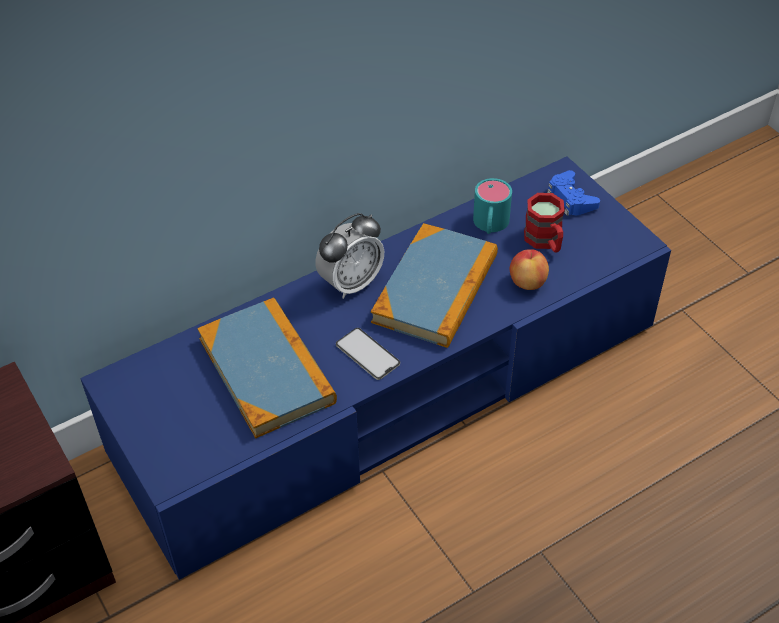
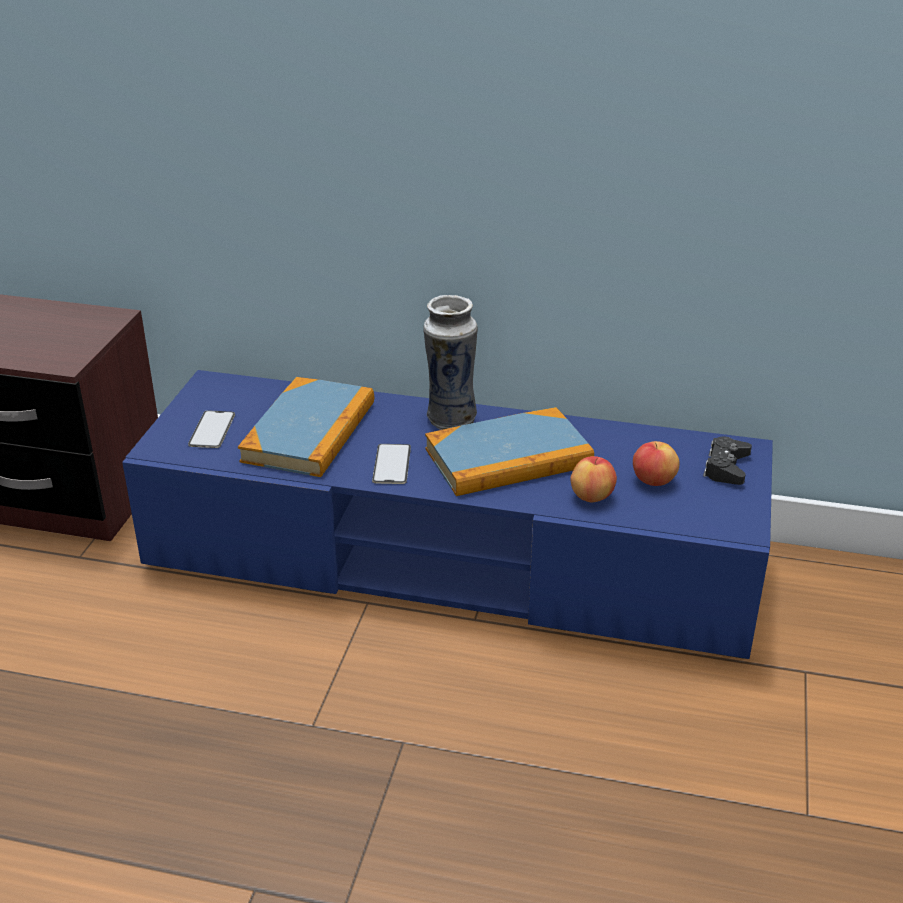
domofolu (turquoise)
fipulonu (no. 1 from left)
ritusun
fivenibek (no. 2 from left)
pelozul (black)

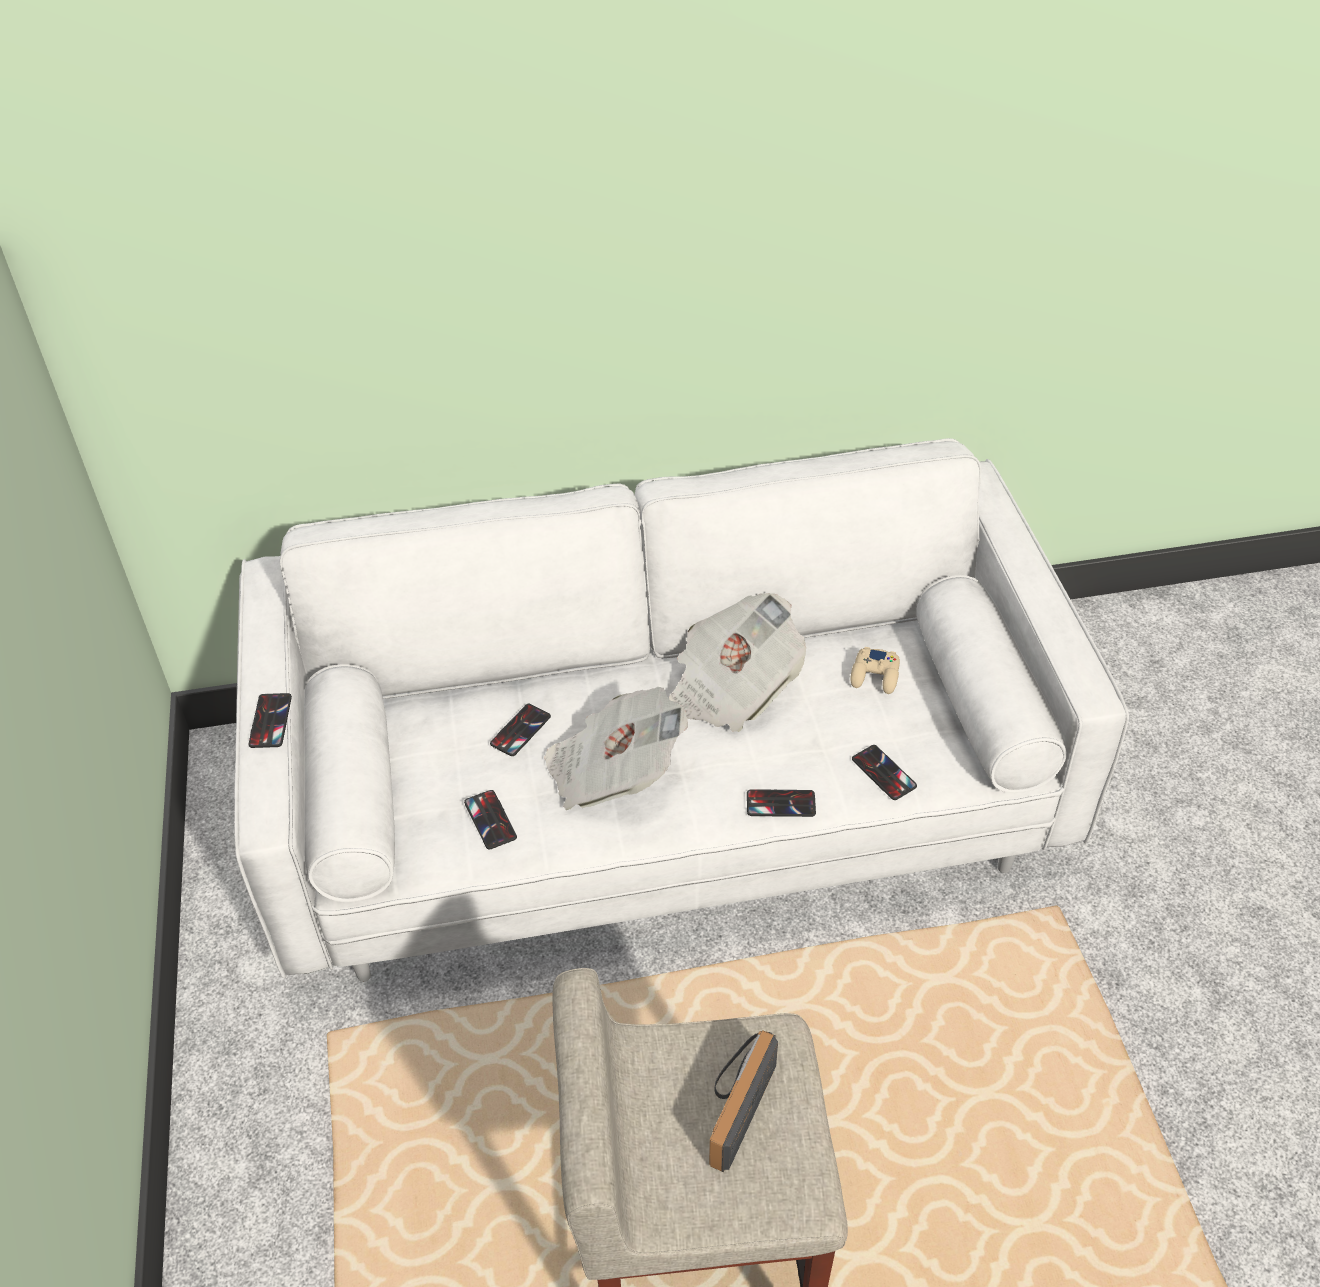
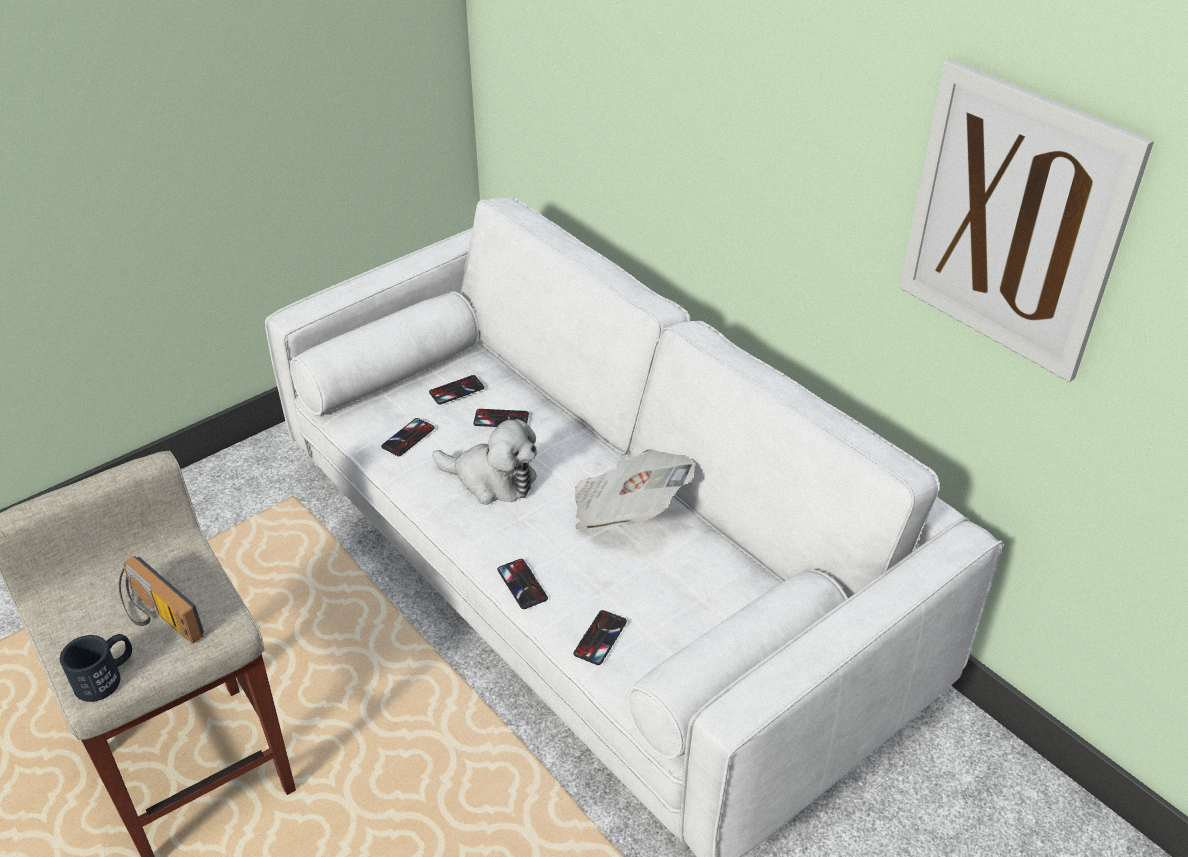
pelozul (beige)
domofolu (black)
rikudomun
fipulonu (no. 2 from left)
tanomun
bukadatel

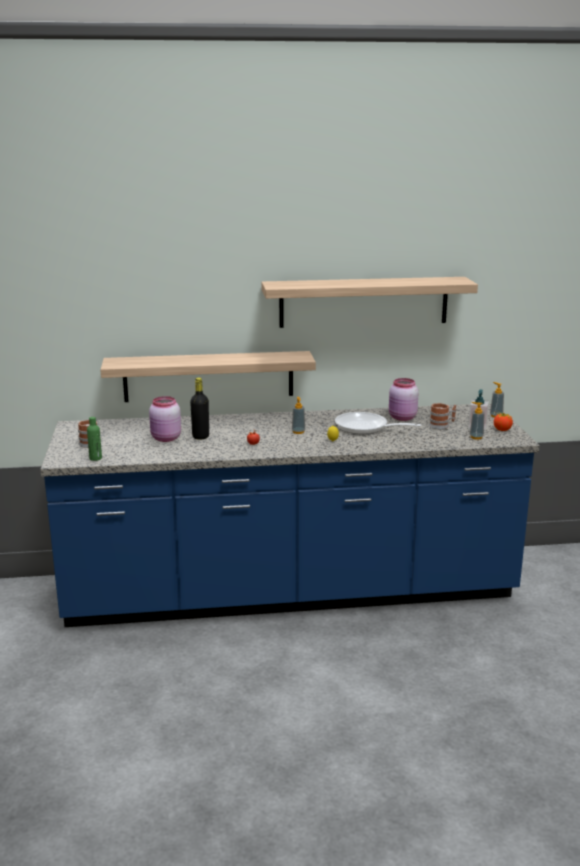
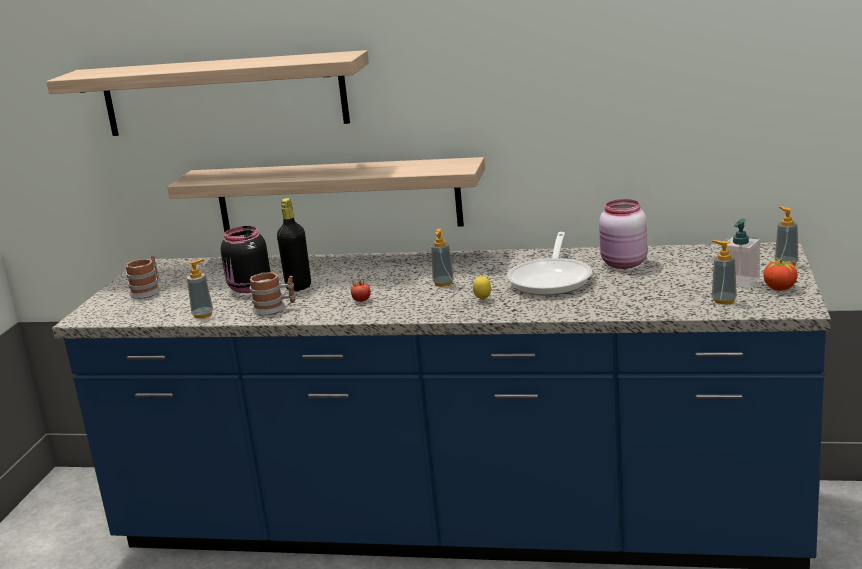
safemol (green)
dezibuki (no. 1 from left)
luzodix (no. 1 from left)
domofolu (no. 2 from left)
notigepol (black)
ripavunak

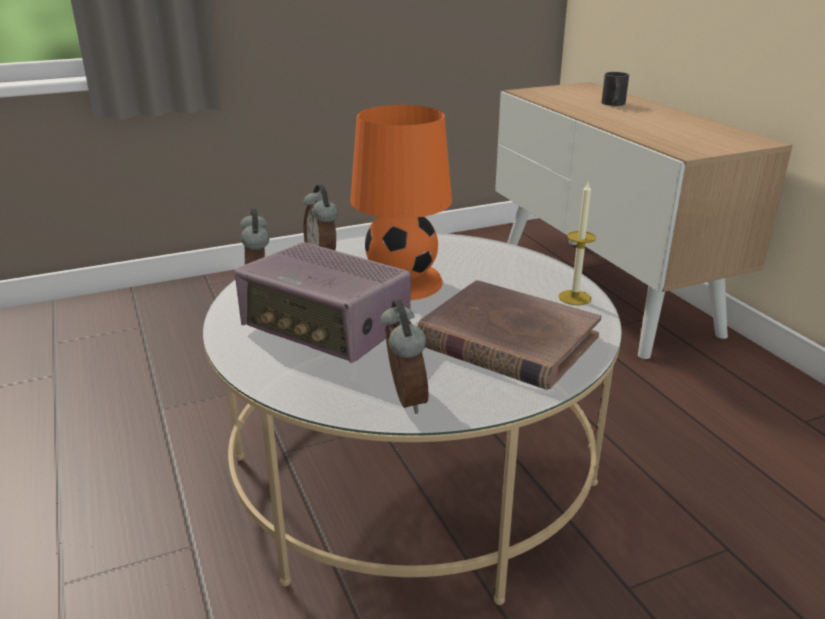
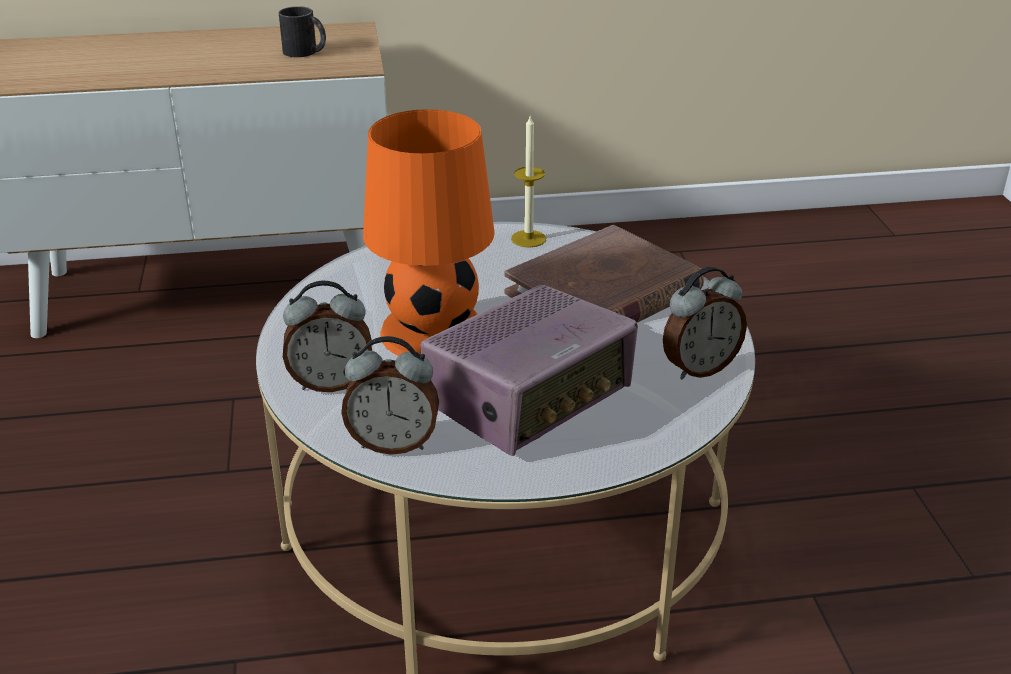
domofolu (black)
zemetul (no. 3 from left)

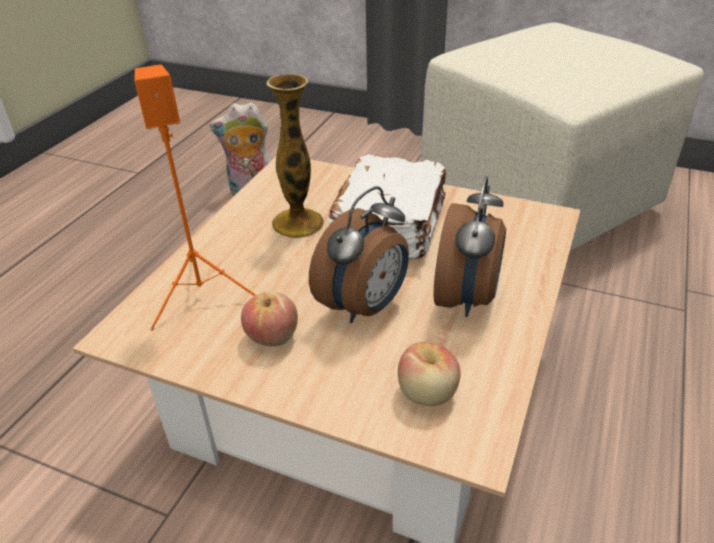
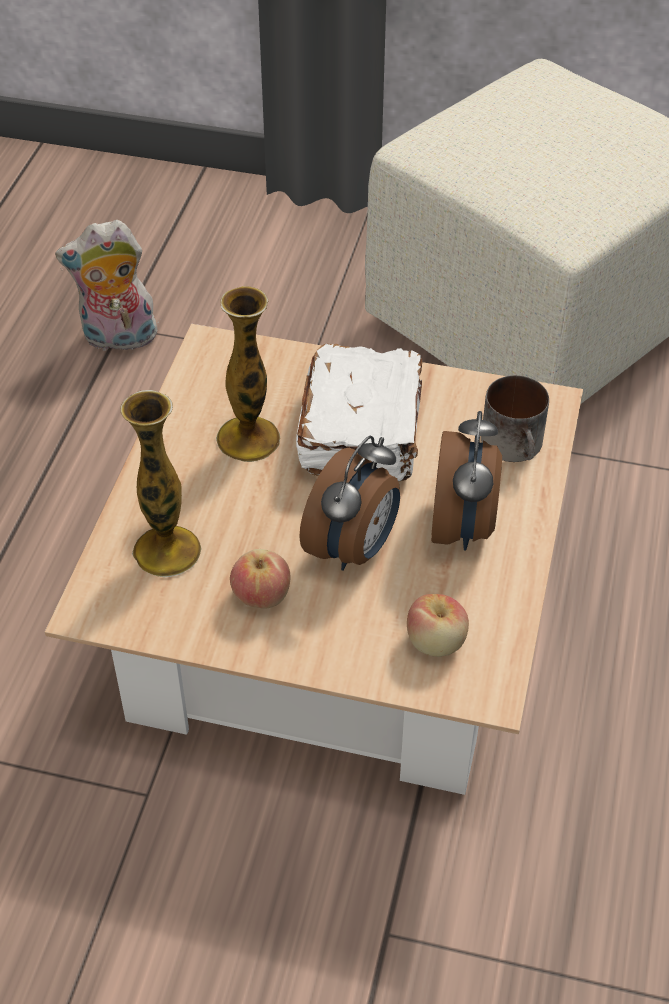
domofolu
ritusun (no. 1 from left)

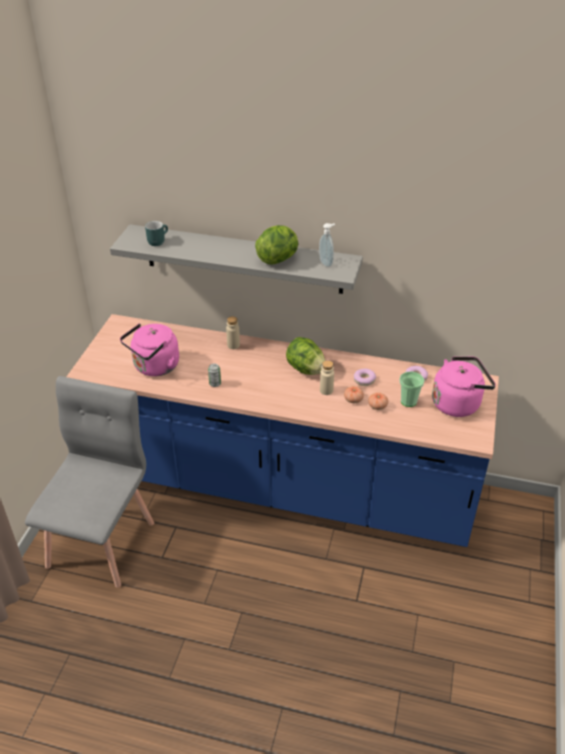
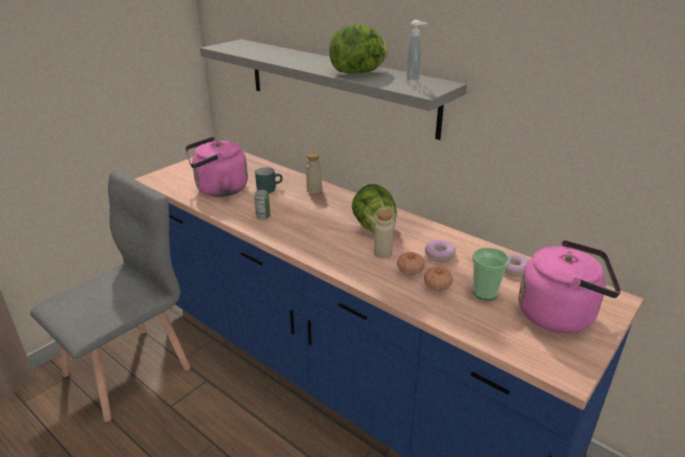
domofolu (turquoise)

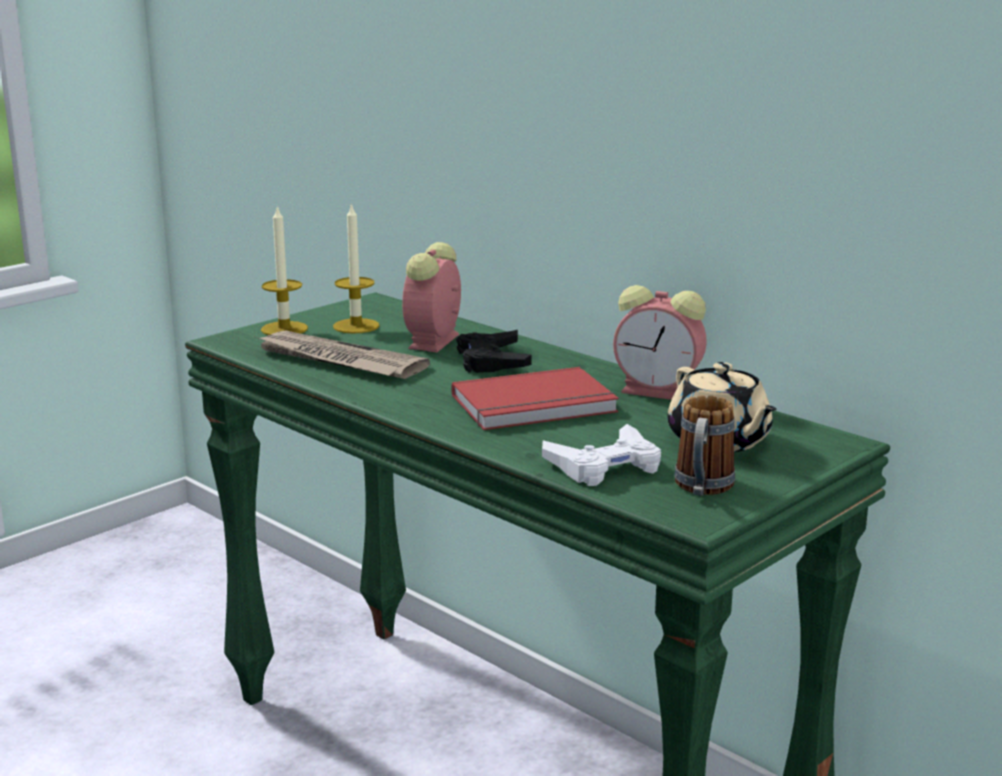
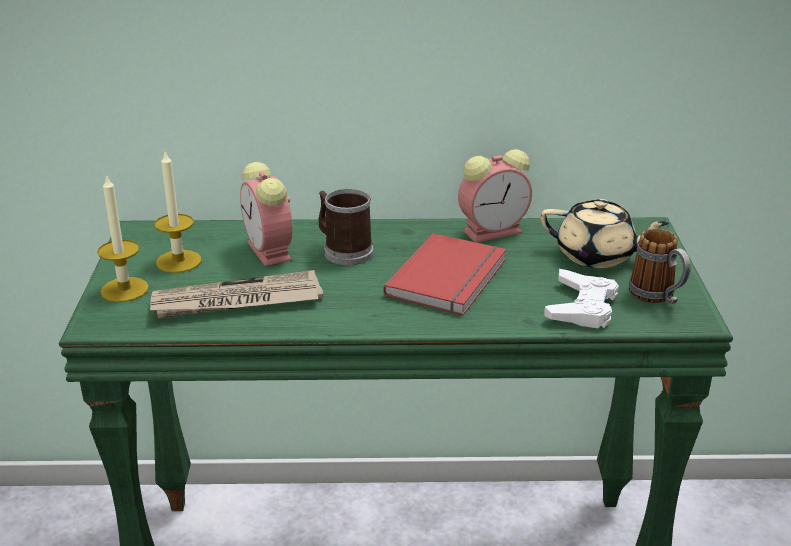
domofolu (no. 1 from left)

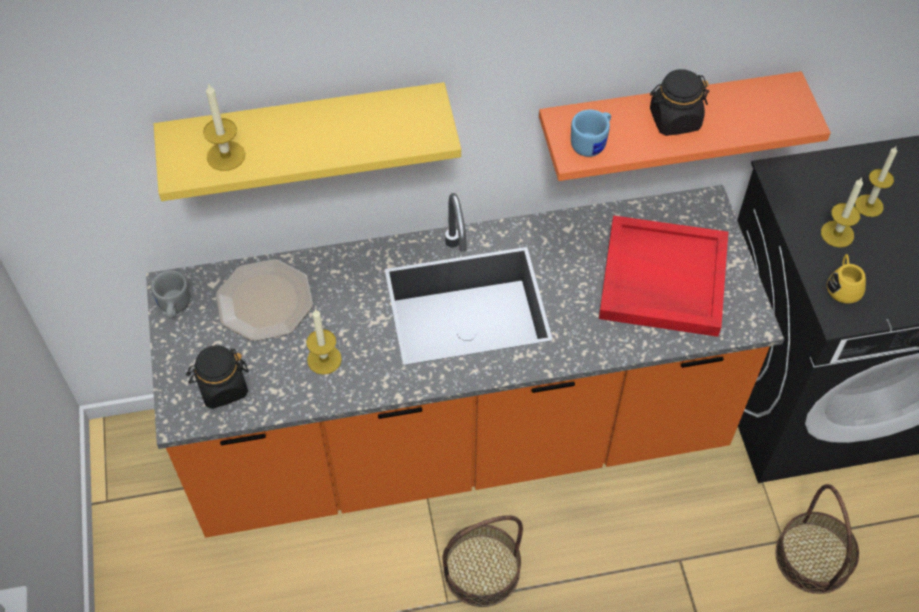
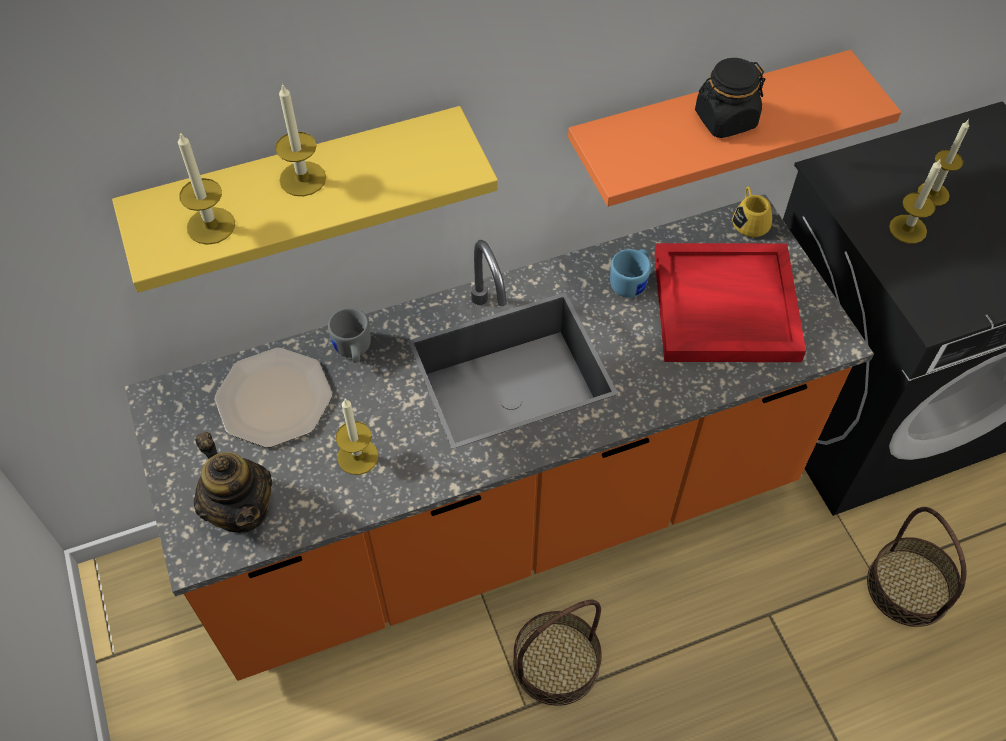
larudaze (no. 2 from left)
domofolu (grey)
domofolu (blue)
domofolu (yellow)
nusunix

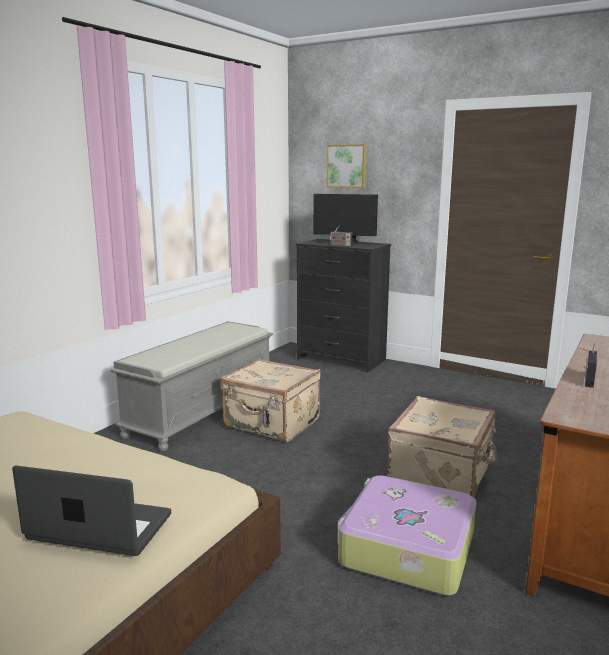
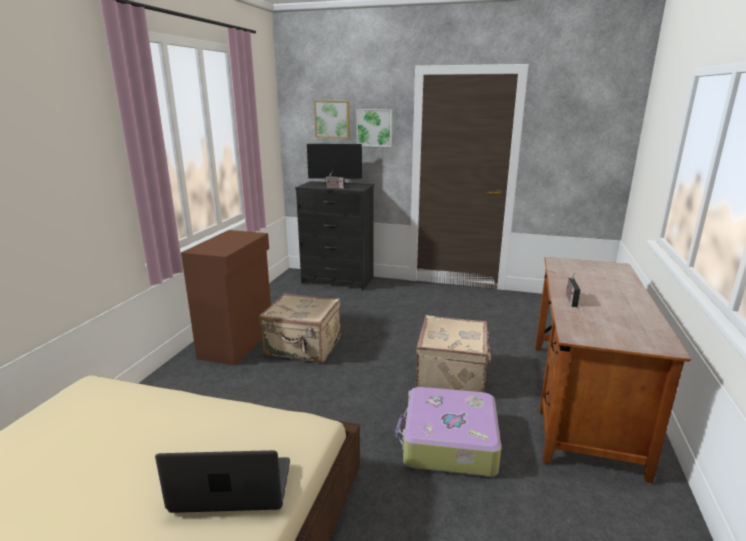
rikudomun (no. 2 from left)
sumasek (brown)

